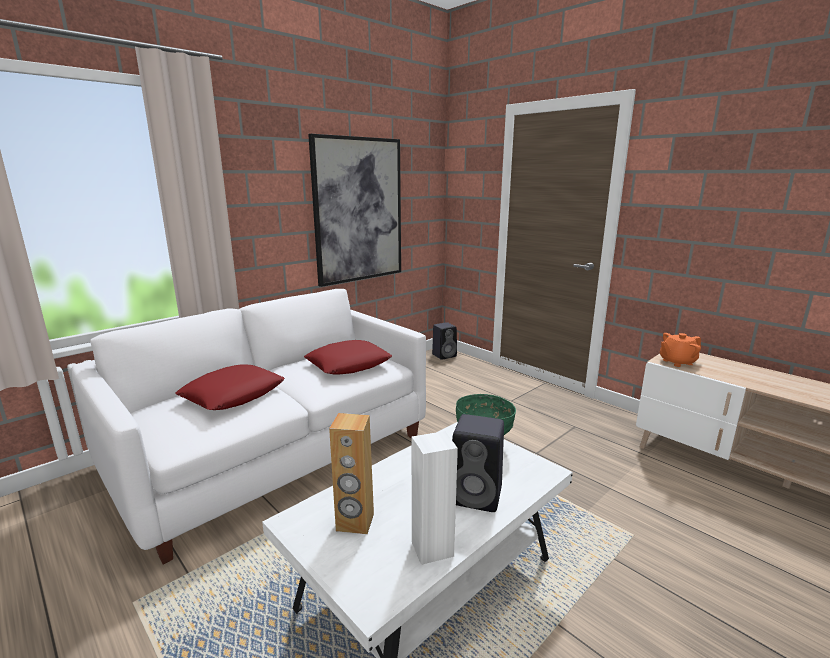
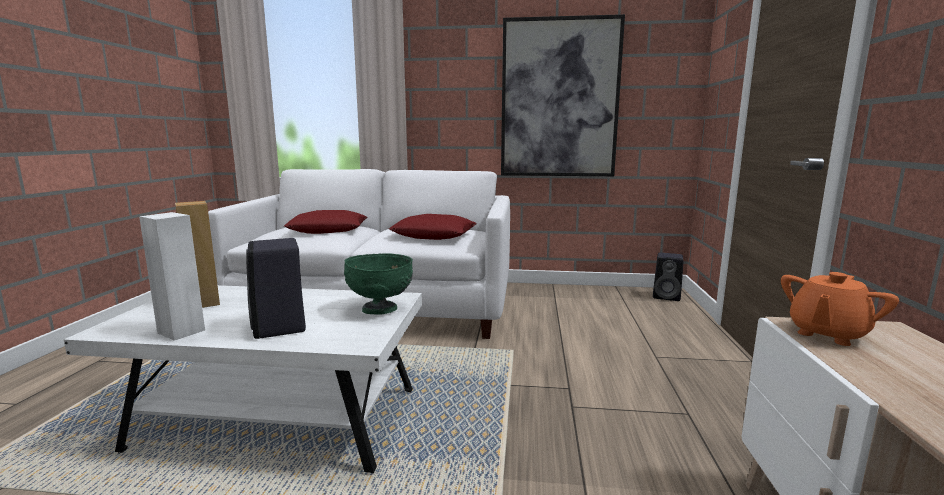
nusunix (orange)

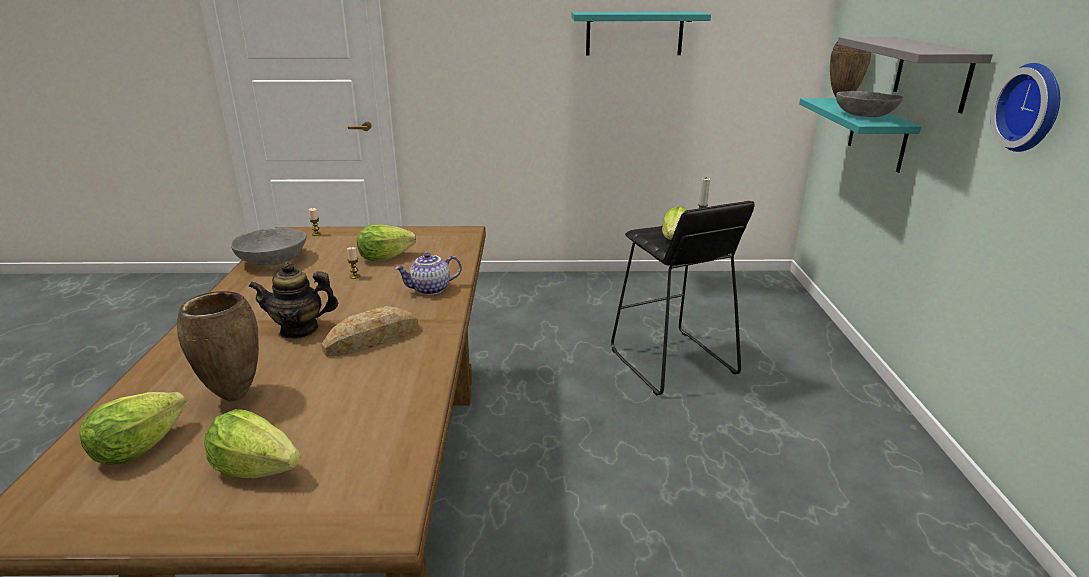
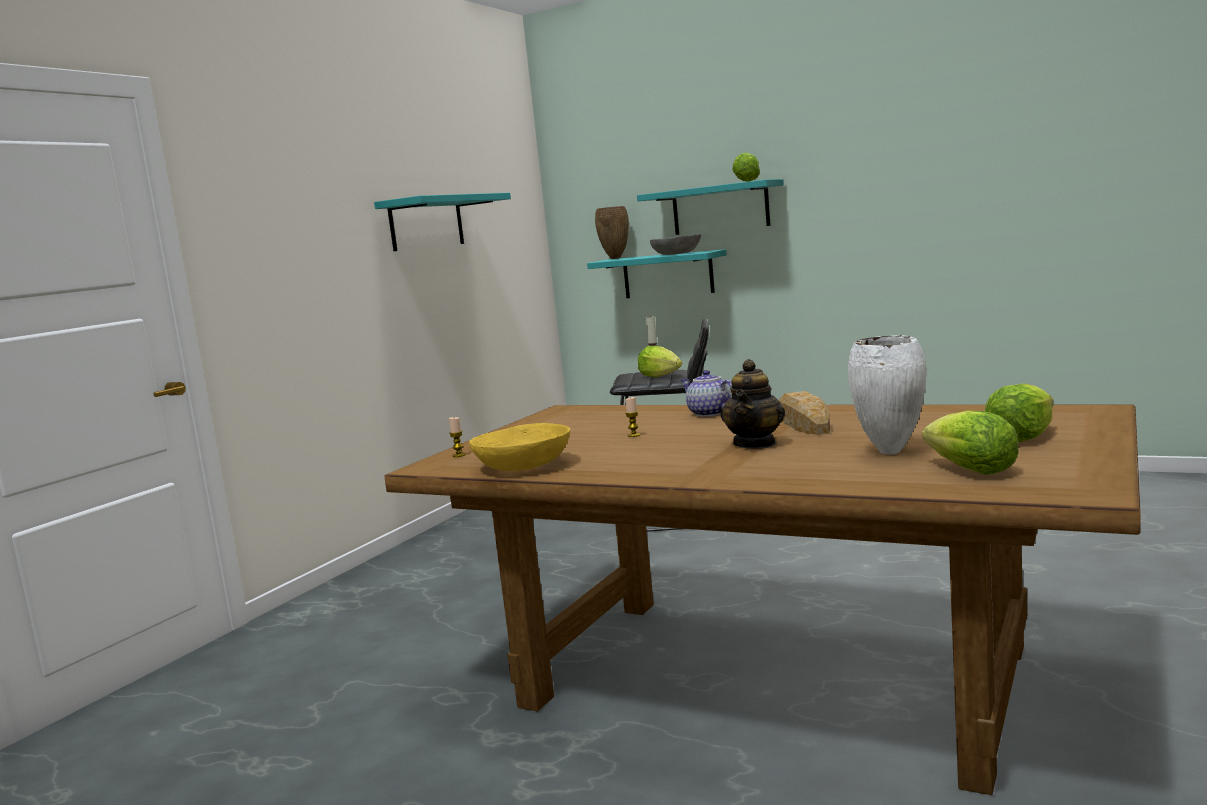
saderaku
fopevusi (no. 2 from left)
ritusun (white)
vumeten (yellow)
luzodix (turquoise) (no. 3 from left)
nusunix (no. 1 from left)

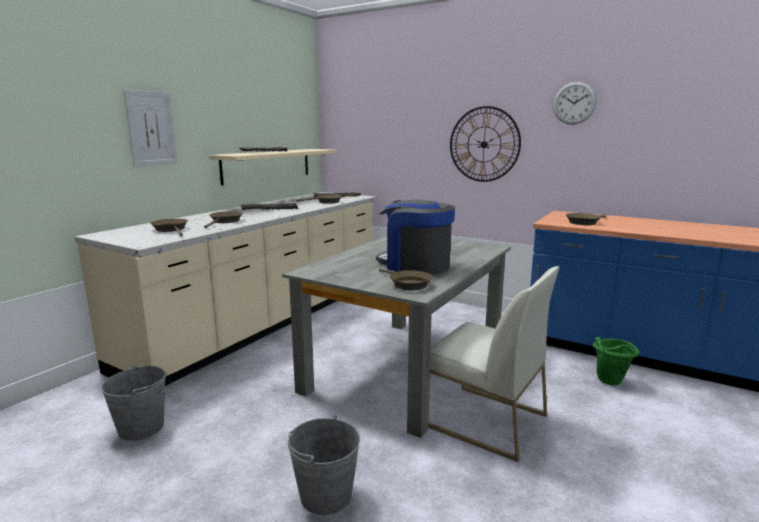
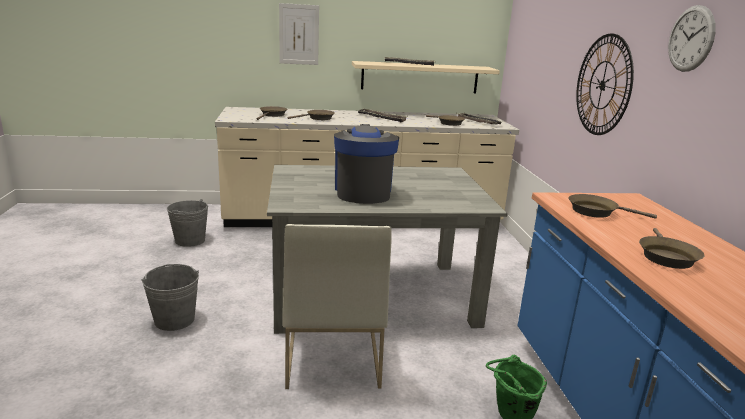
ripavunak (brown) (no. 5 from left)

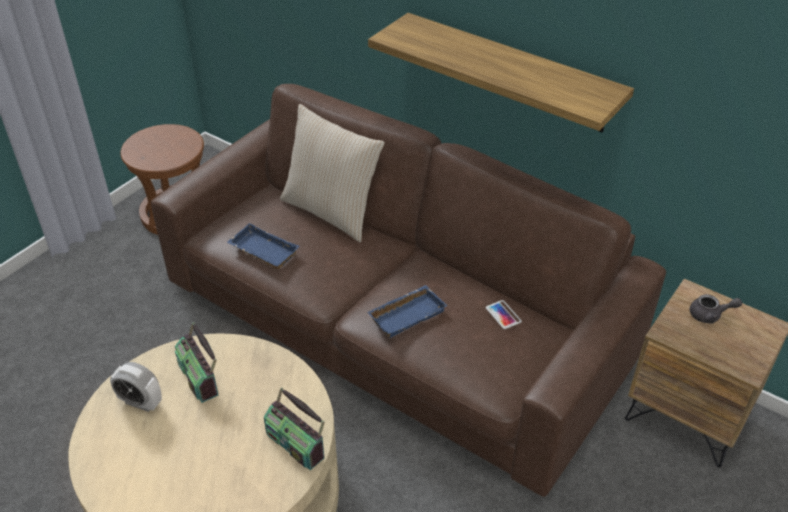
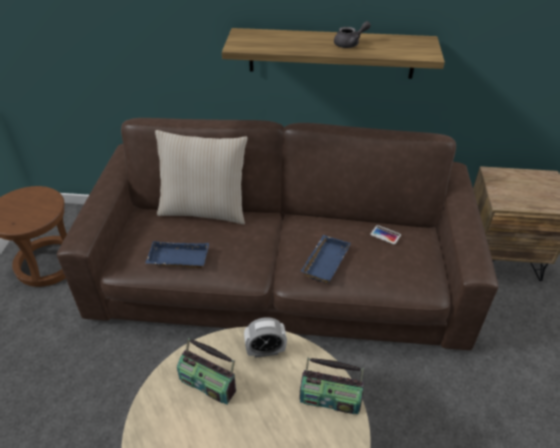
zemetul
nusunix (grey)

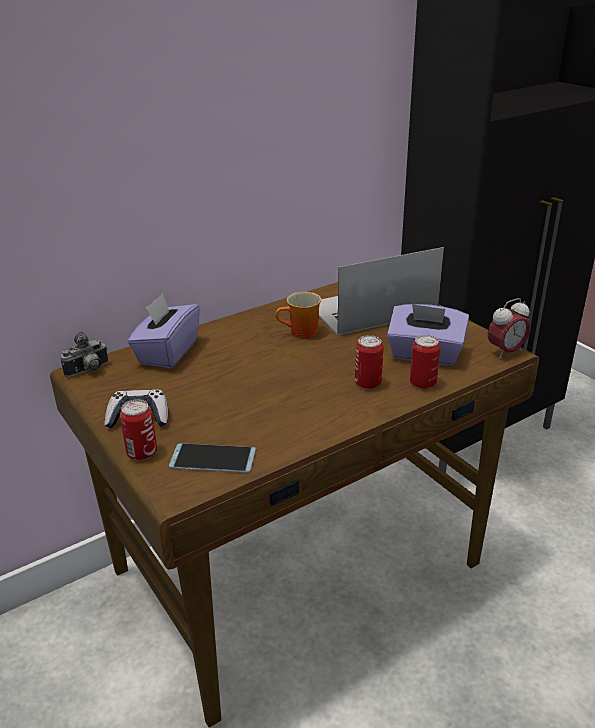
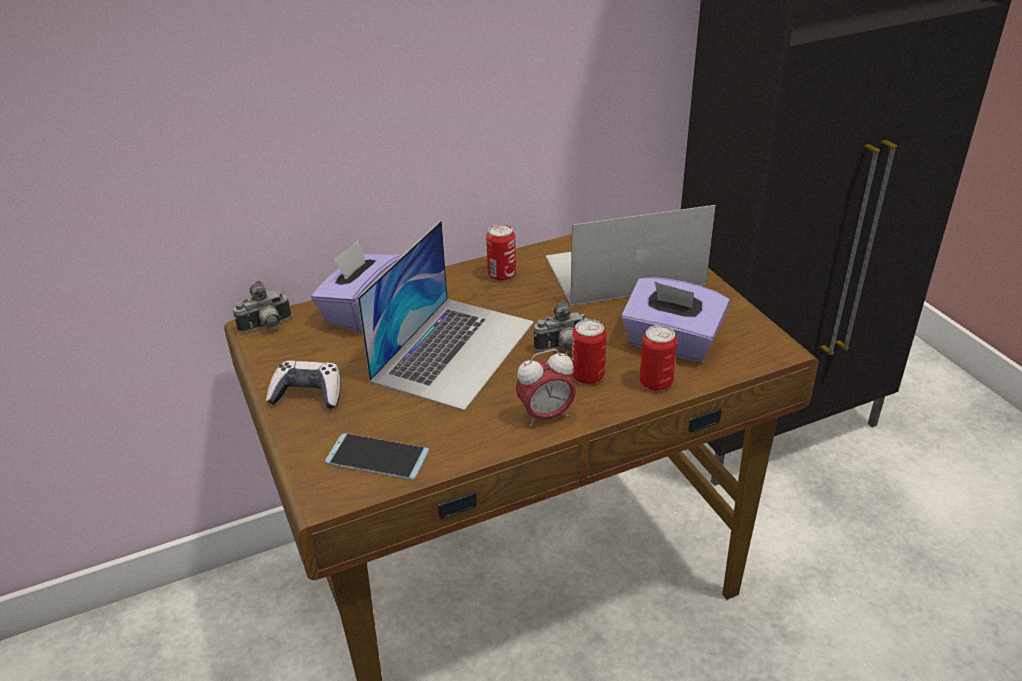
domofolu
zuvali (no. 1 from left)
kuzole (no. 2 from left)
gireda (no. 1 from left)
zemetul

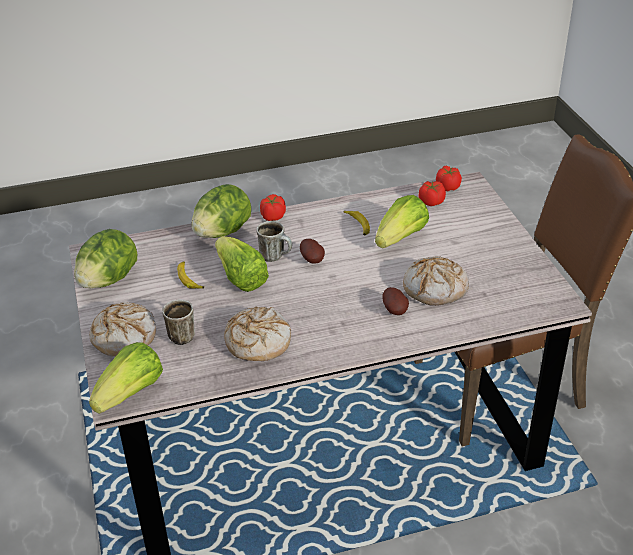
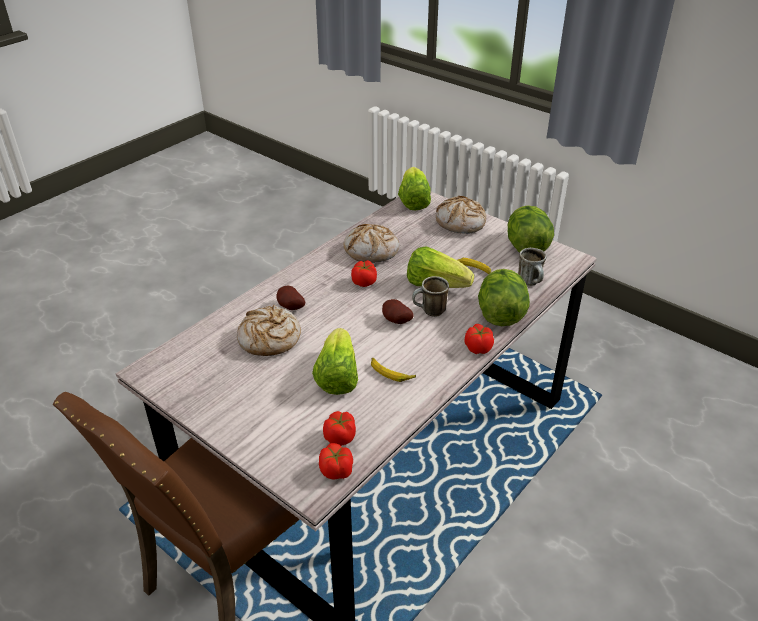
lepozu (no. 3 from left)
domofolu (no. 2 from left)

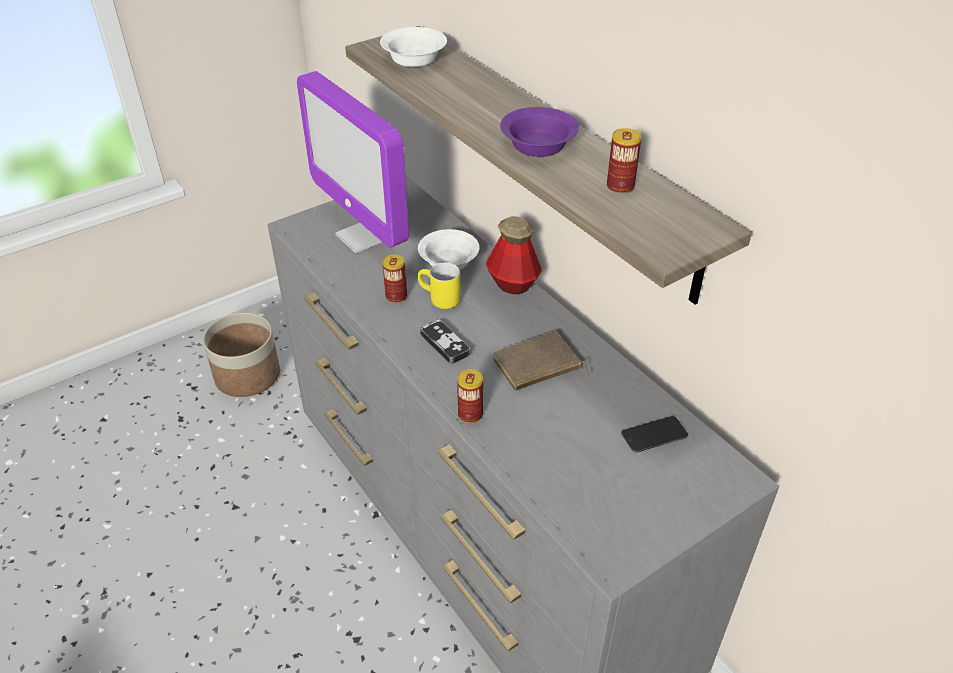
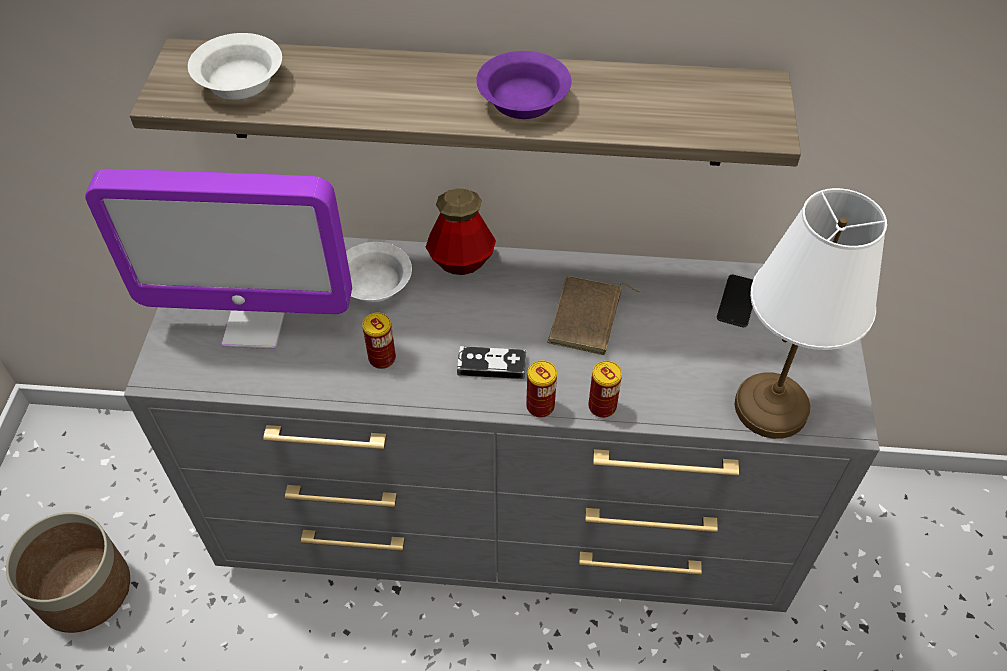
domofolu (yellow)
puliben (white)
gireda (no. 2 from left)

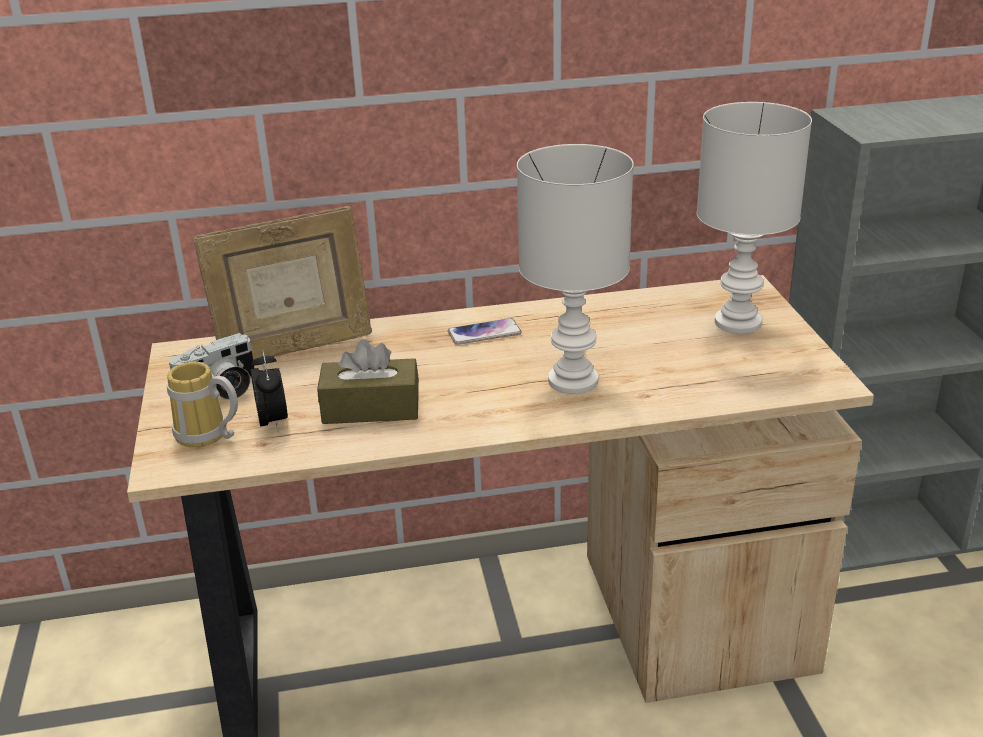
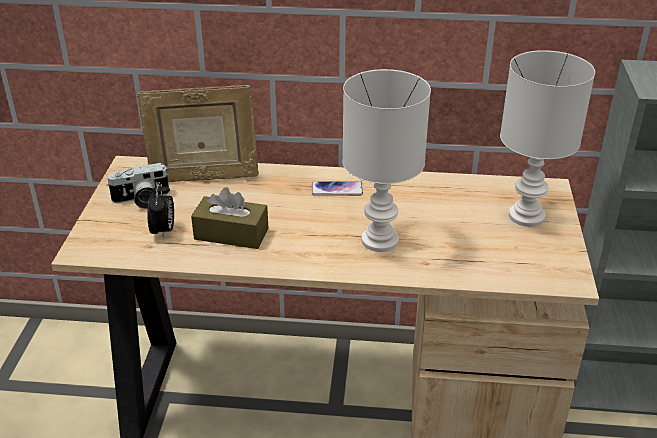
domofolu

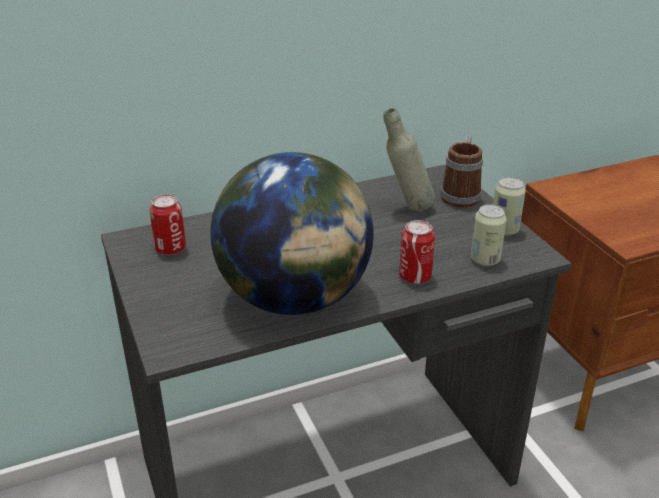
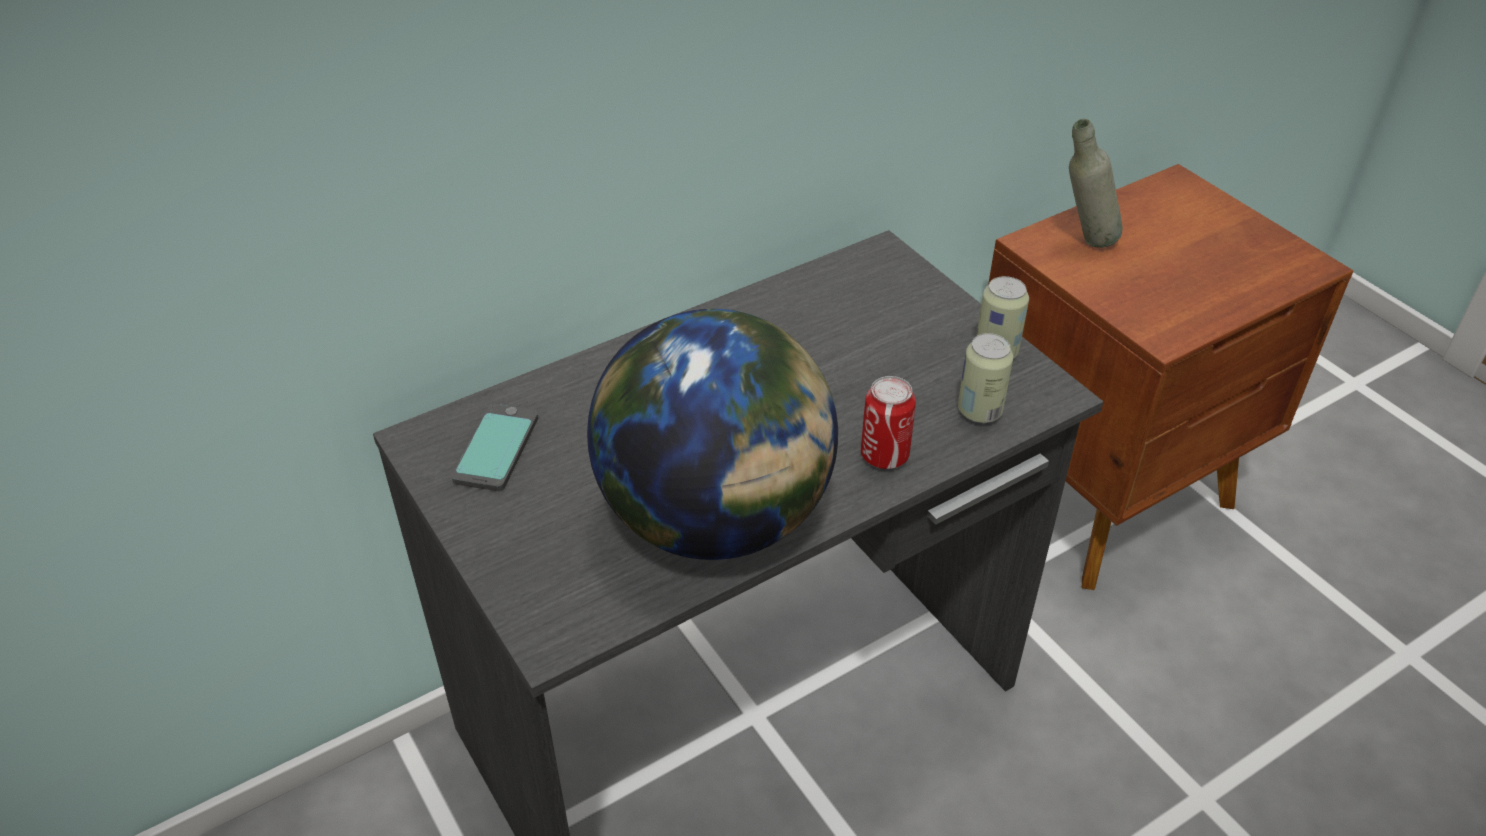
domofolu
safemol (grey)
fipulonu

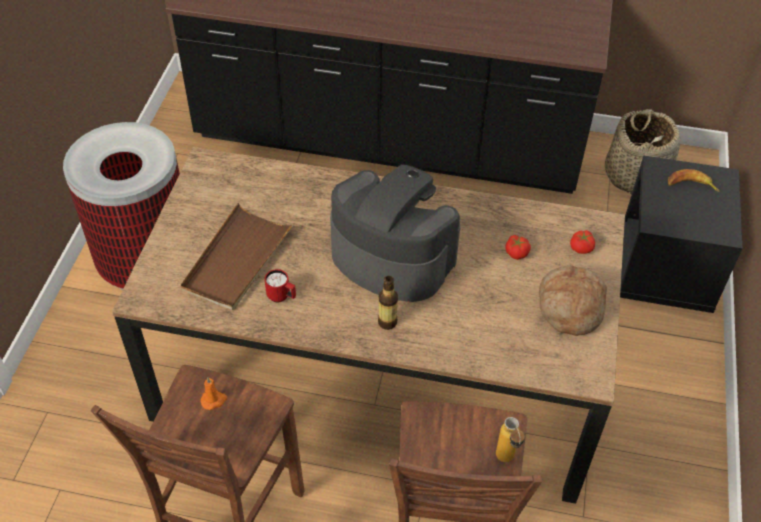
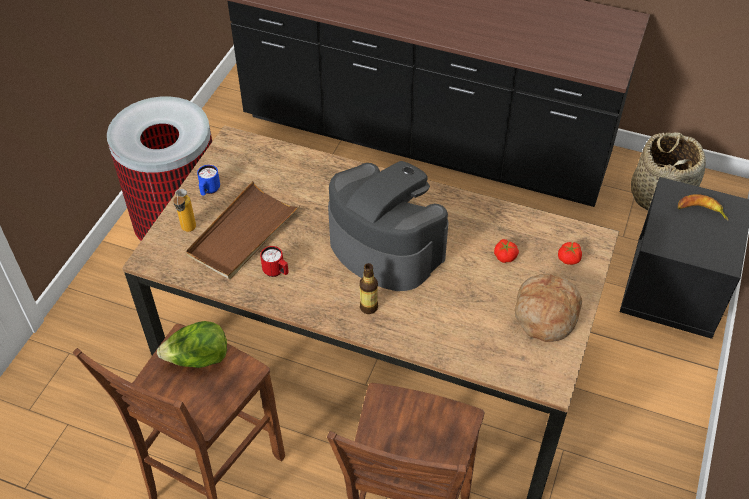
domofolu (blue)
safemol (no. 1 from left)
fopevusi

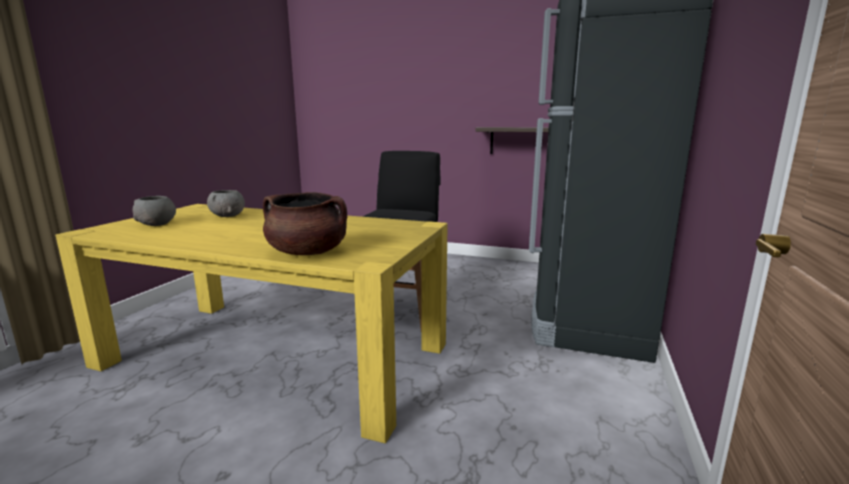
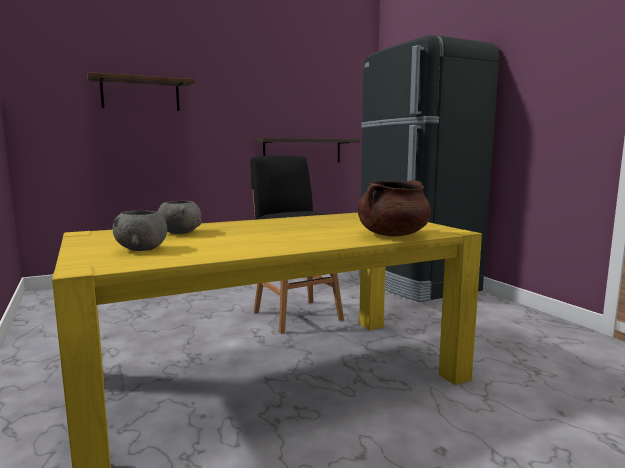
luzodix (no. 1 from left)

